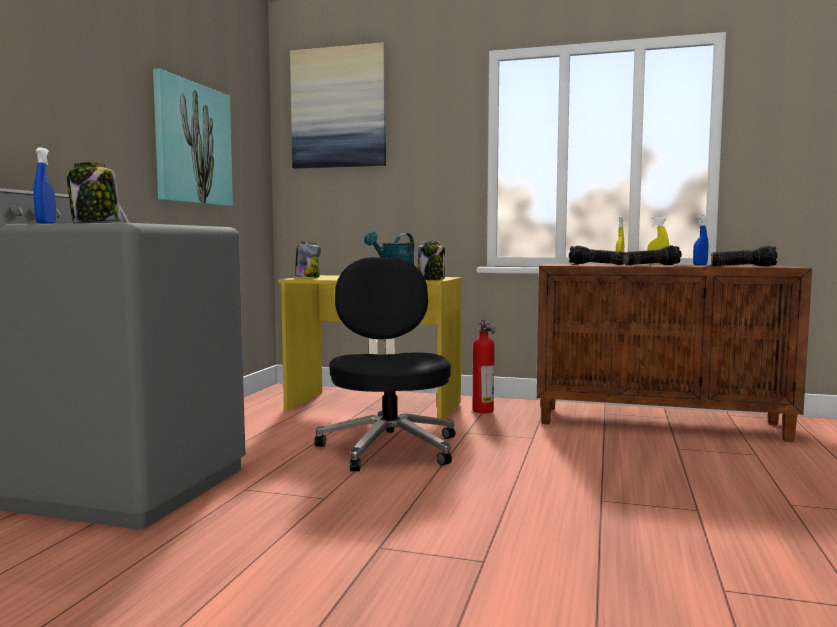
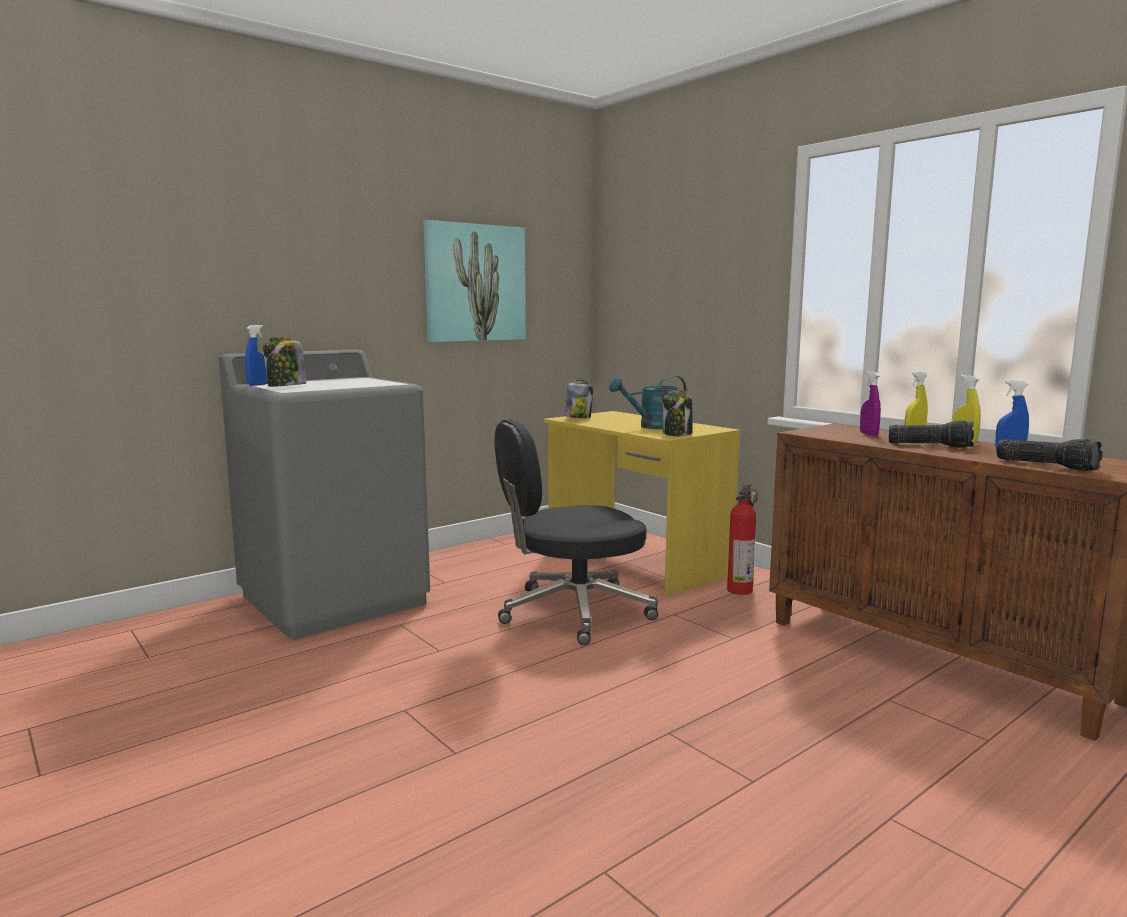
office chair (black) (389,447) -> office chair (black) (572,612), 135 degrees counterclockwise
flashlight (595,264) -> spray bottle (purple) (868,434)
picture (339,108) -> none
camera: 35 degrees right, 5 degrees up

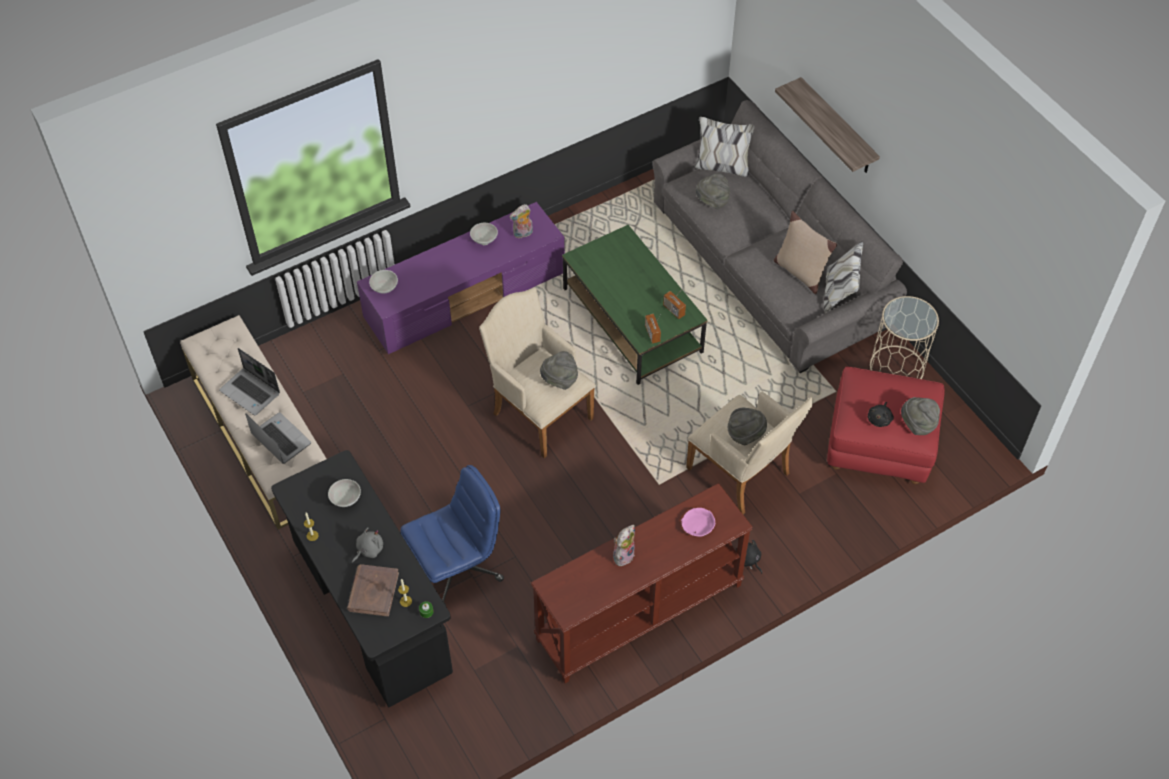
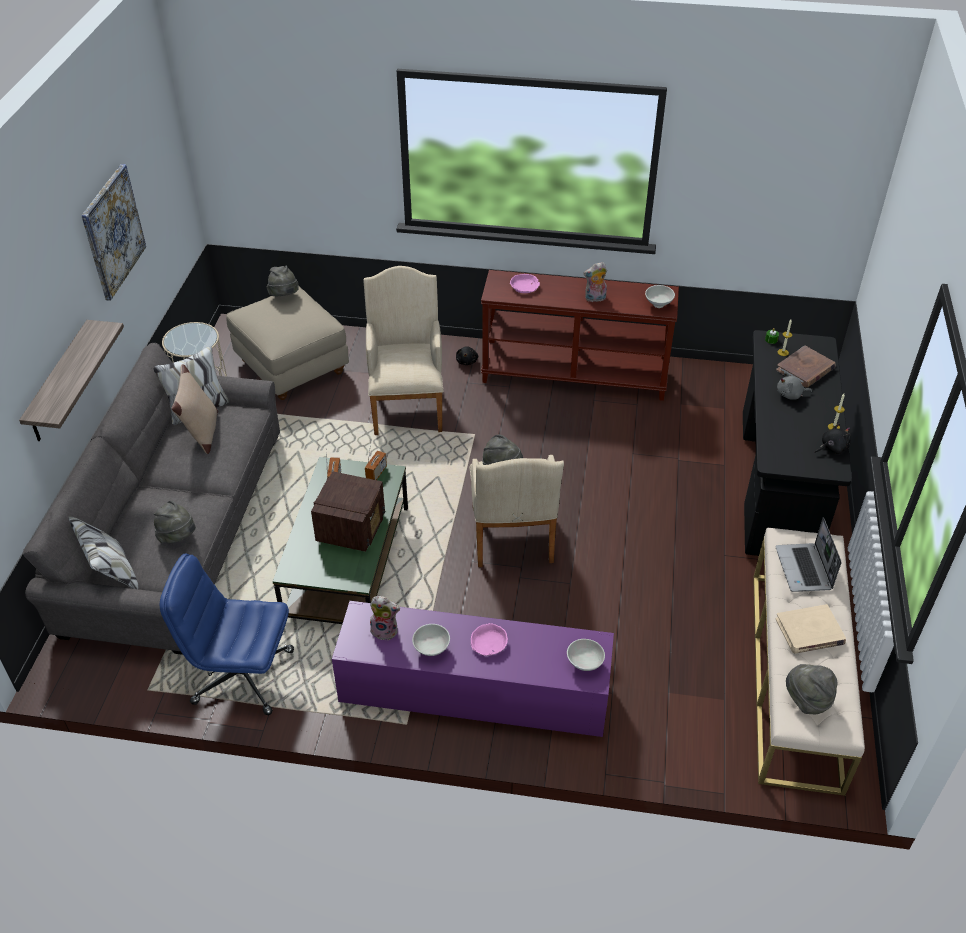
none -> picture (113,231)
office chair (blue) (457,568) -> office chair (blue) (242,676), relocated
ottoman (red) (879,446) -> ottoman (beige) (291,367)
none -> radio (352,528)
none -> bowl (pink) (488,644)
bowl (white) (345,500) -> bowl (white) (659,305), relocated
laptop (251,392) -> book (beige) (809,632)
hat (grey) (745,434) -> hat (grey) (807,700), relocated
plush toy (black) (879,419) -> plush toy (black) (832,448), relocated
camera: 140 degrees left, 10 degrees down

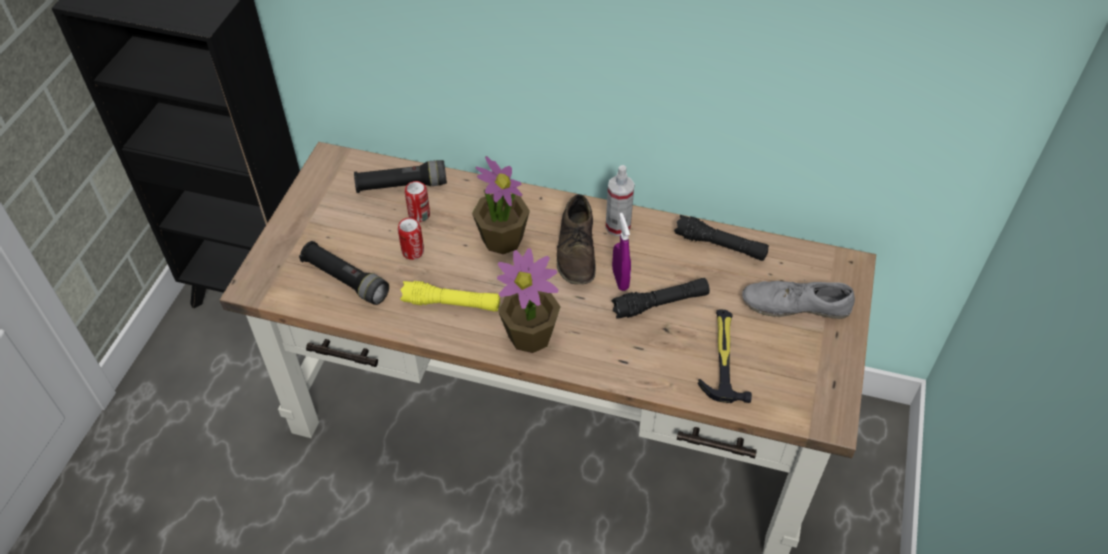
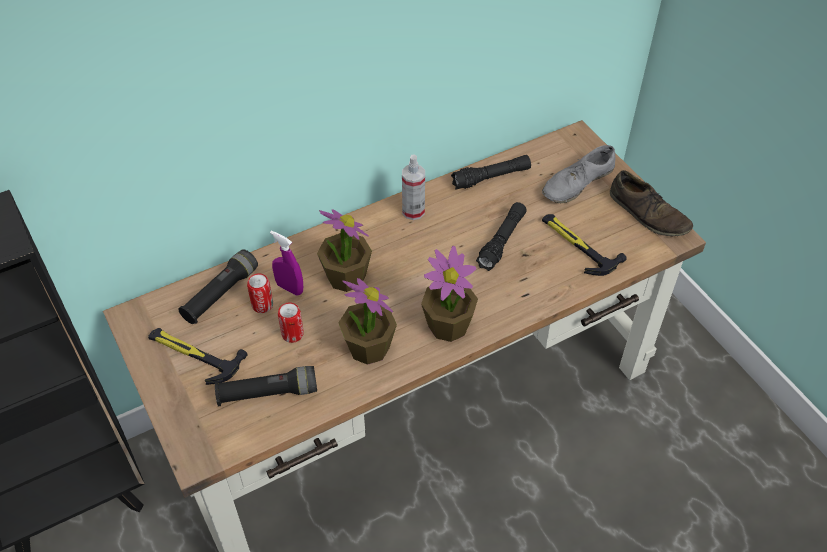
none -> hammer (193,354)
spray bottle (purple) (620,279) -> spray bottle (purple) (289,288), relocated
flashlight (yellow) (451,304) -> potted plant (368,347)
shoe (brown) (577,250) -> shoe (brown) (648,213), relocated
camera: 45 degrees left, 0 degrees up

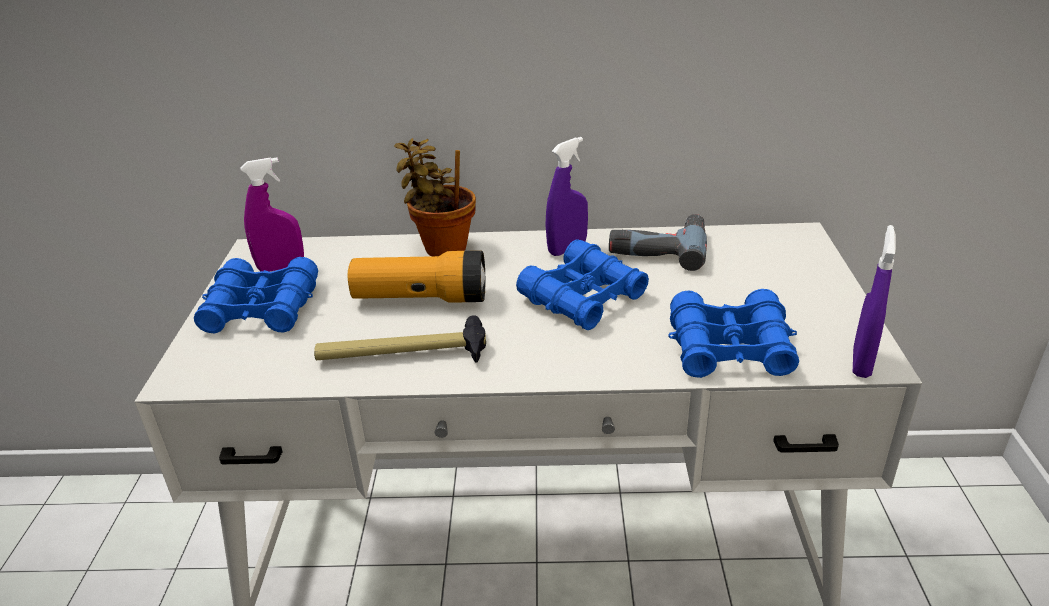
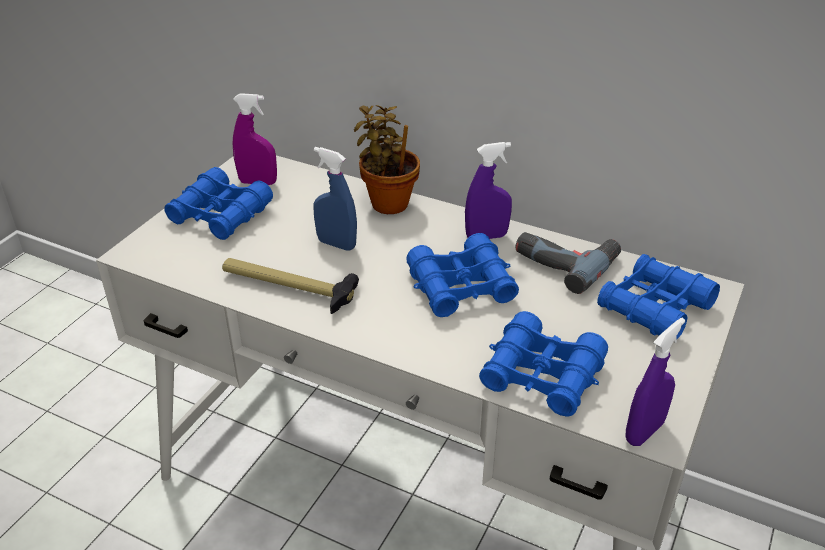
flashlight (421,299) -> spray bottle (blue) (336,244)
none -> binoculars (blue) (654,307)
camera: 25 degrees right, 5 degrees up

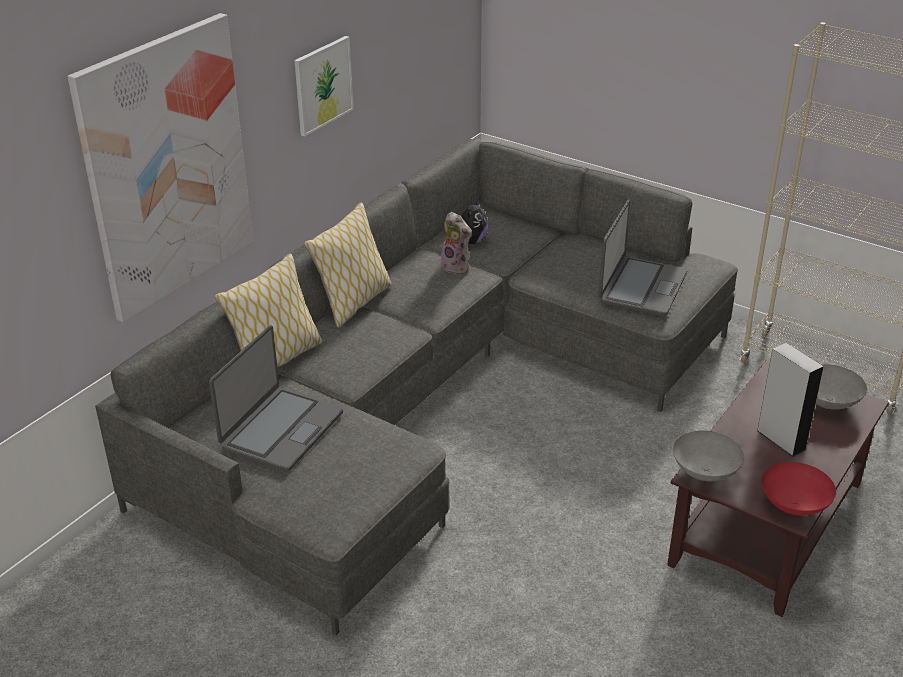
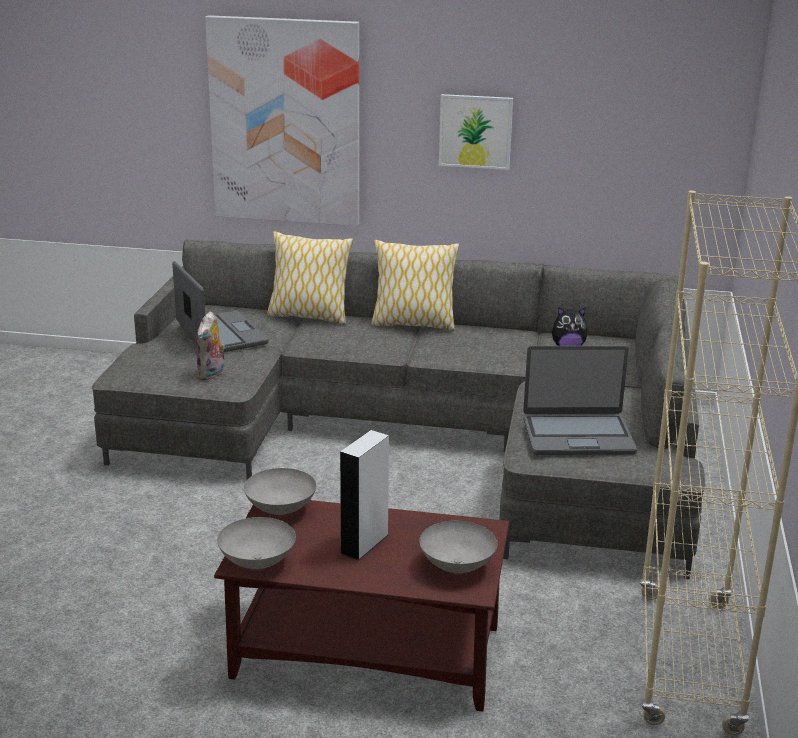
laptop (281,430) -> laptop (220,335), 120 degrees counterclockwise
plush toy (457,267) -> plush toy (212,375), relocated
bowl (red) (795,506) -> bowl (grey) (256,563)
camera: 65 degrees right, 10 degrees down

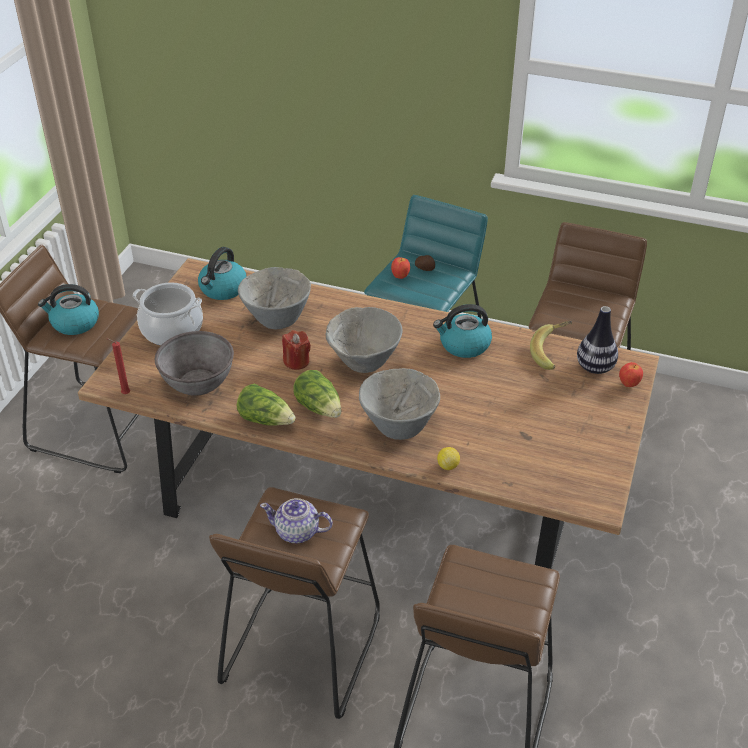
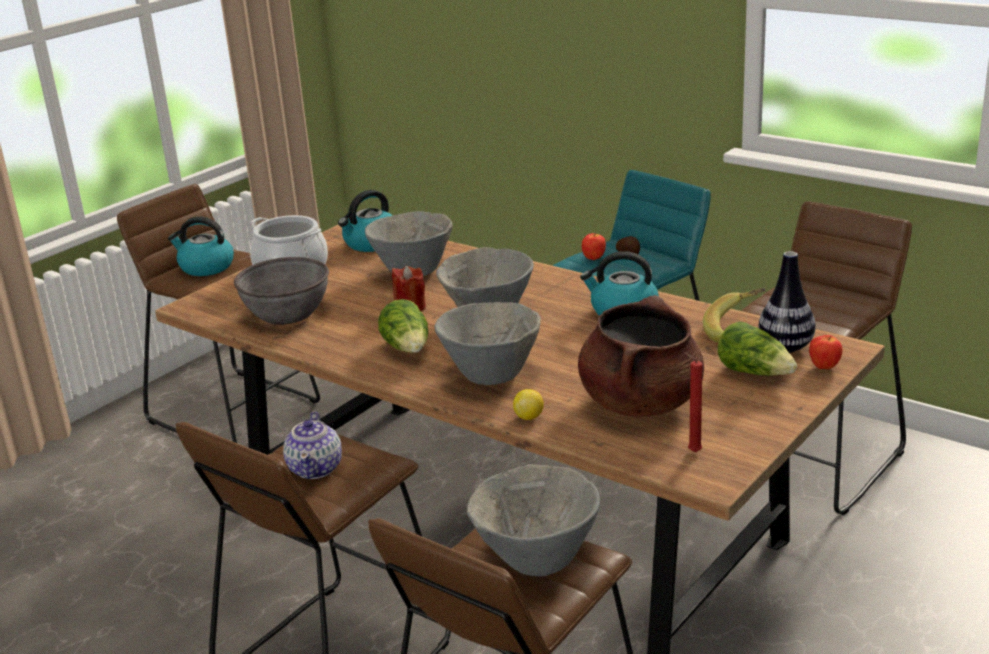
teapot (297,532) -> teapot (316,468), 120 degrees counterclockwise
none -> bowl (grey) (536,560)
none -> cooking pot (brown) (640,402)
candle (red) (124,394) -> candle (red) (692,452), relocated
lettuce (266,419) -> lettuce (755,373), relocated
camera: 20 degrees right, 15 degrees down

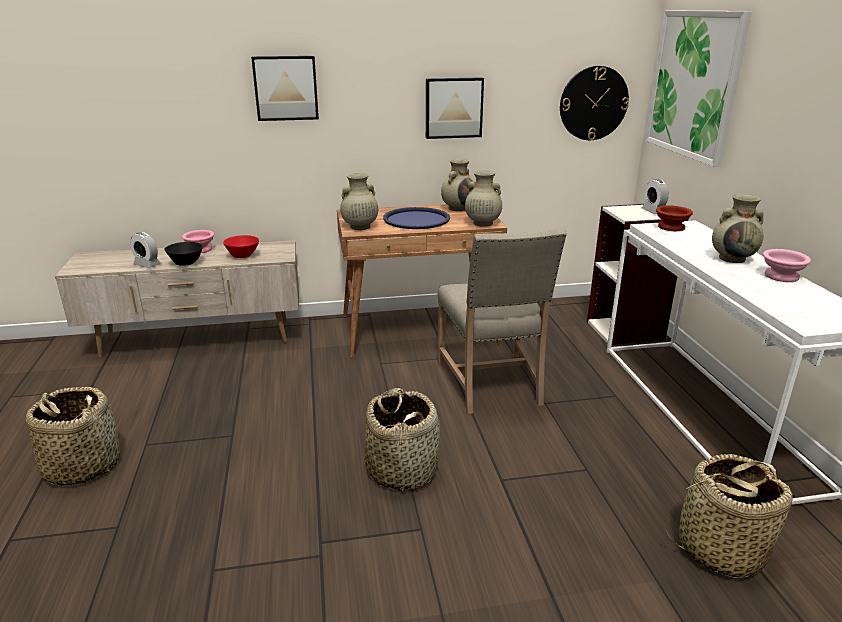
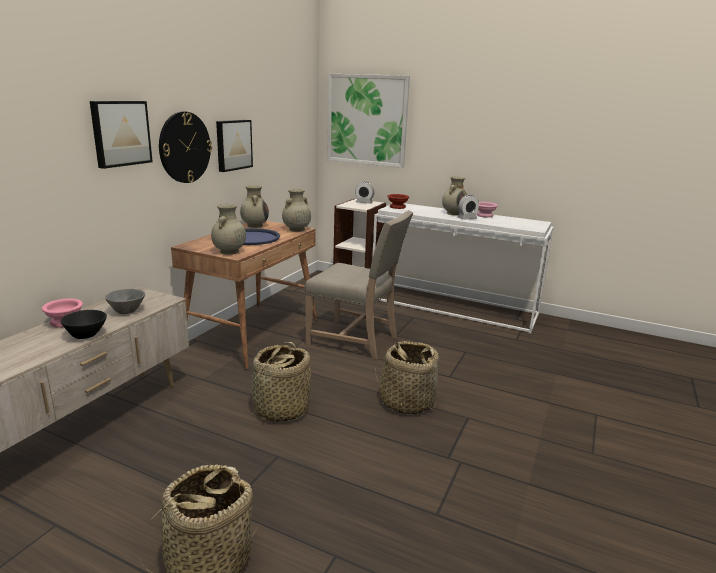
bowl (red) (243,256) -> bowl (grey) (128,310)
wall clock (593,103) -> wall clock (184,147), relocated
basket (720,548) -> basket (280,409), relocated
alarm clock (147,264) -> alarm clock (467,218), relocated
camera: 55 degrees left, 5 degrees down

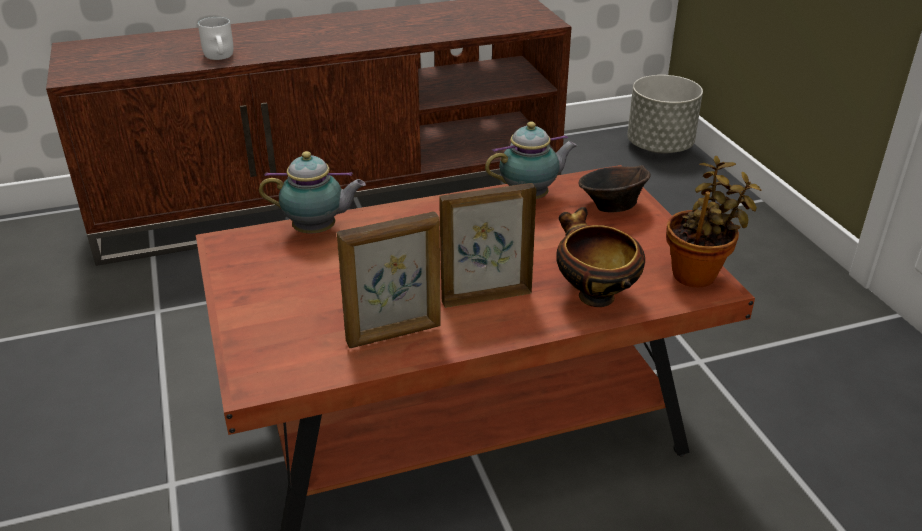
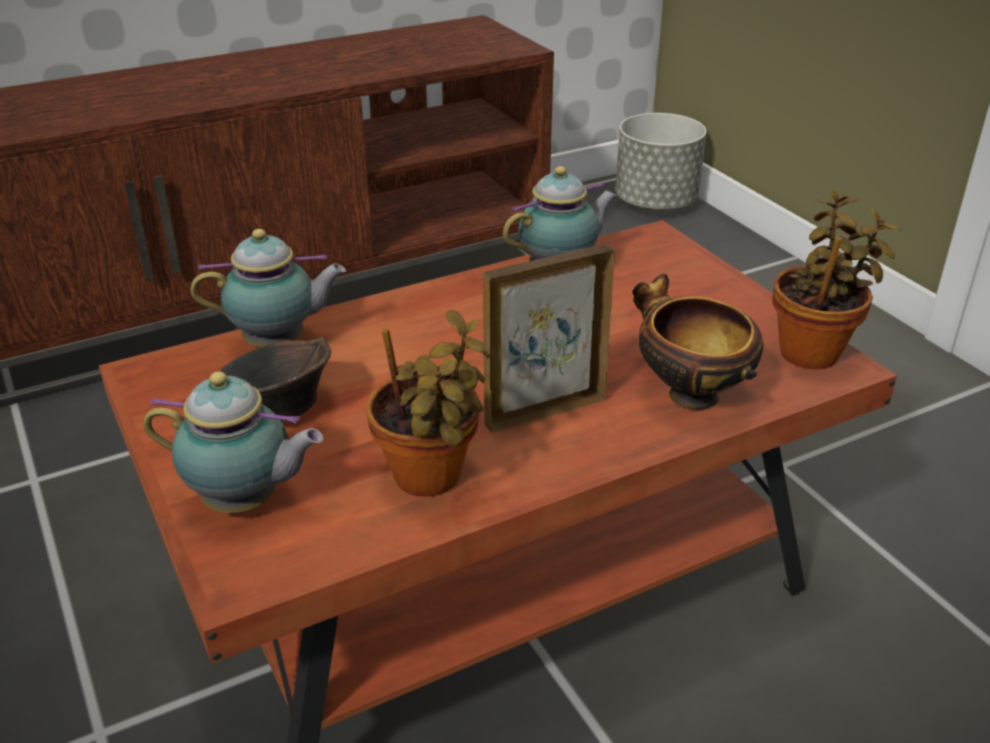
none -> teapot (245,502)
bowl (brown) (611,207) -> bowl (brown) (278,410), relocated
picture frame (394,334) -> potted plant (431,480)
mug (white) (222,56) -> none
camera: 10 degrees left, 0 degrees up

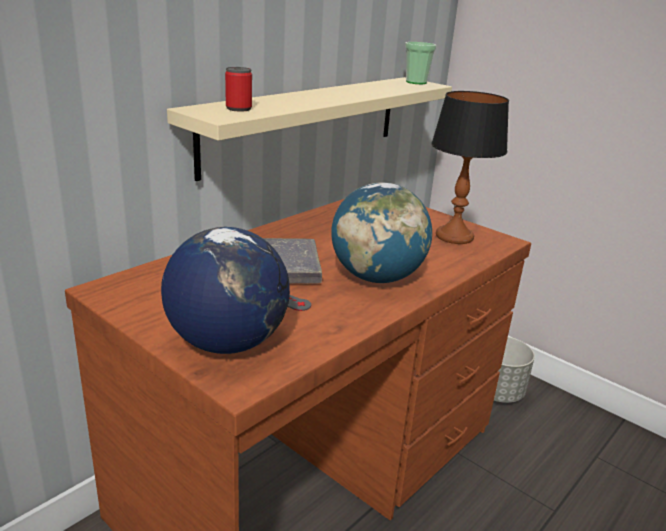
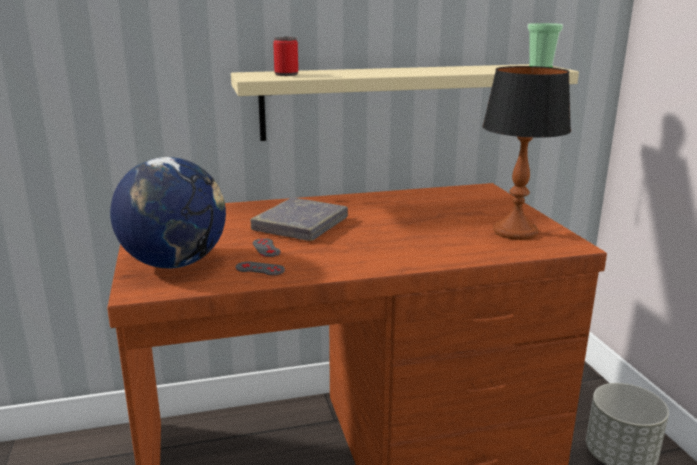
none -> game controller (grey) (260,269)
globe (377,277) -> none
camera: 35 degrees right, 5 degrees down

